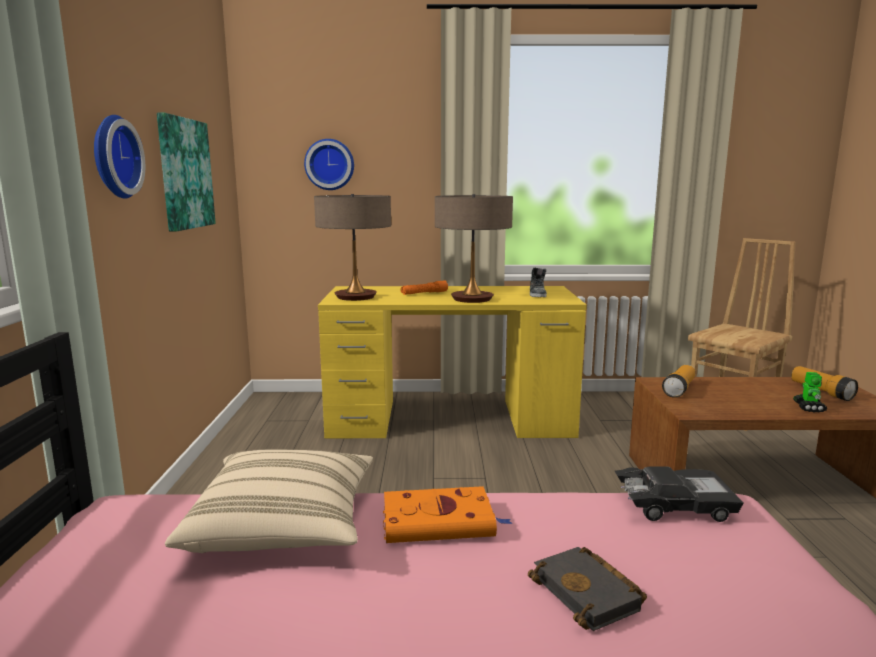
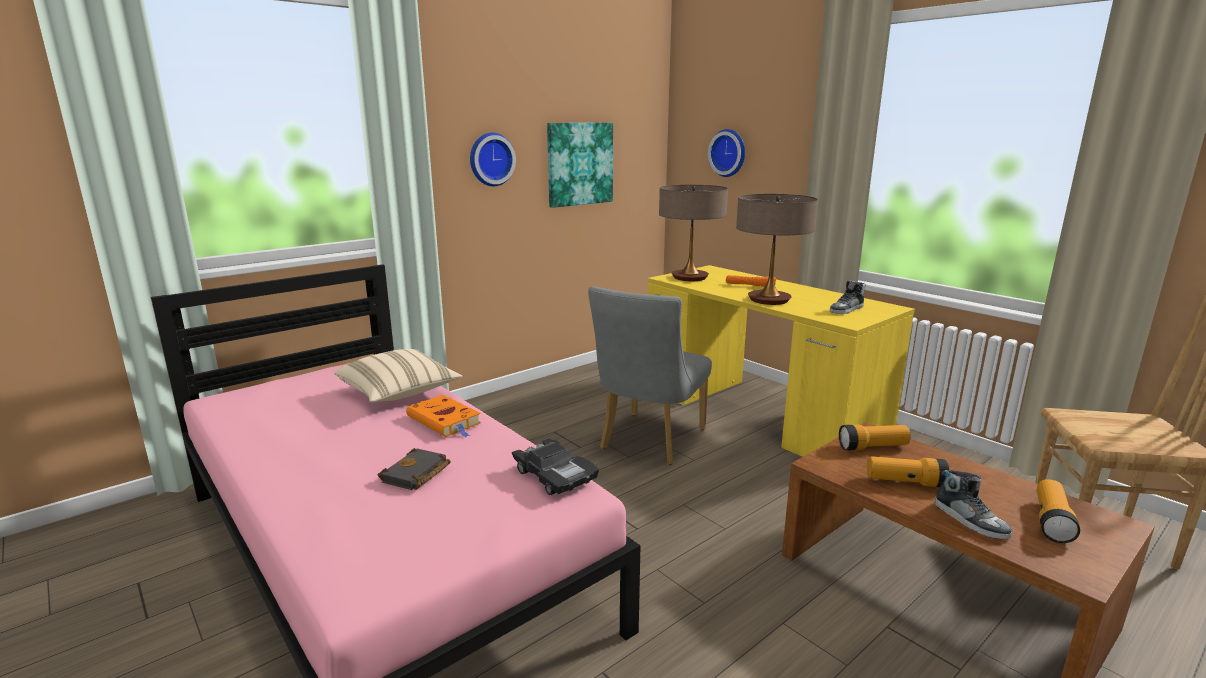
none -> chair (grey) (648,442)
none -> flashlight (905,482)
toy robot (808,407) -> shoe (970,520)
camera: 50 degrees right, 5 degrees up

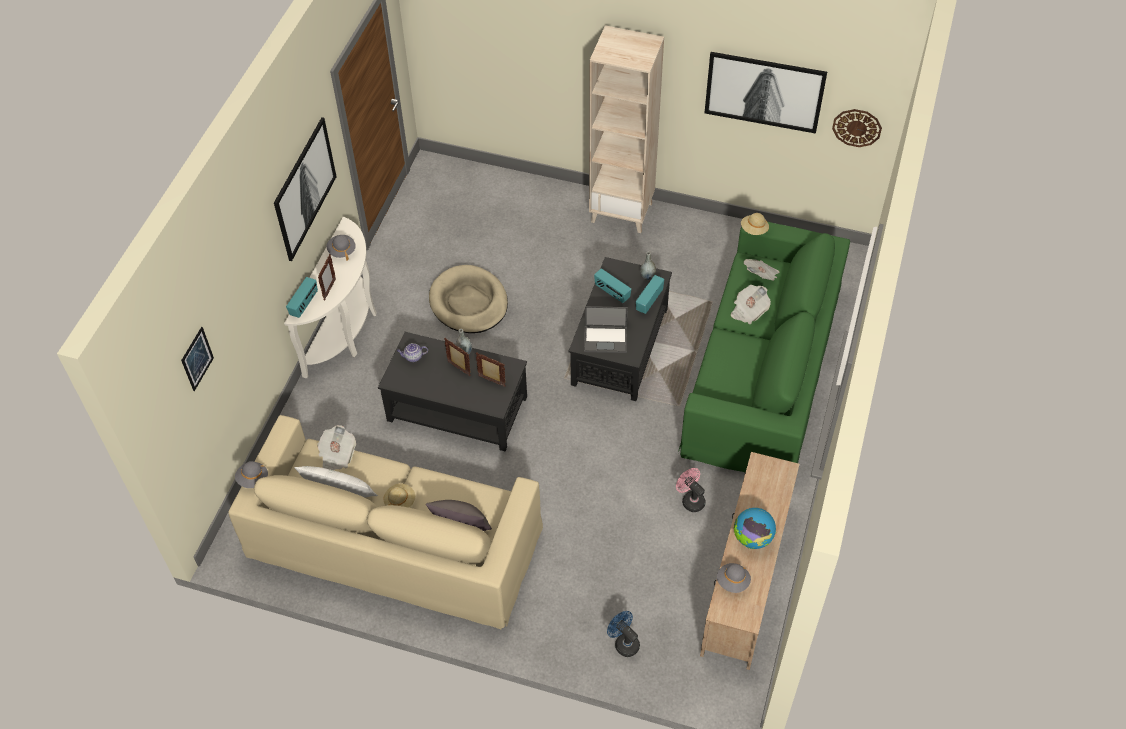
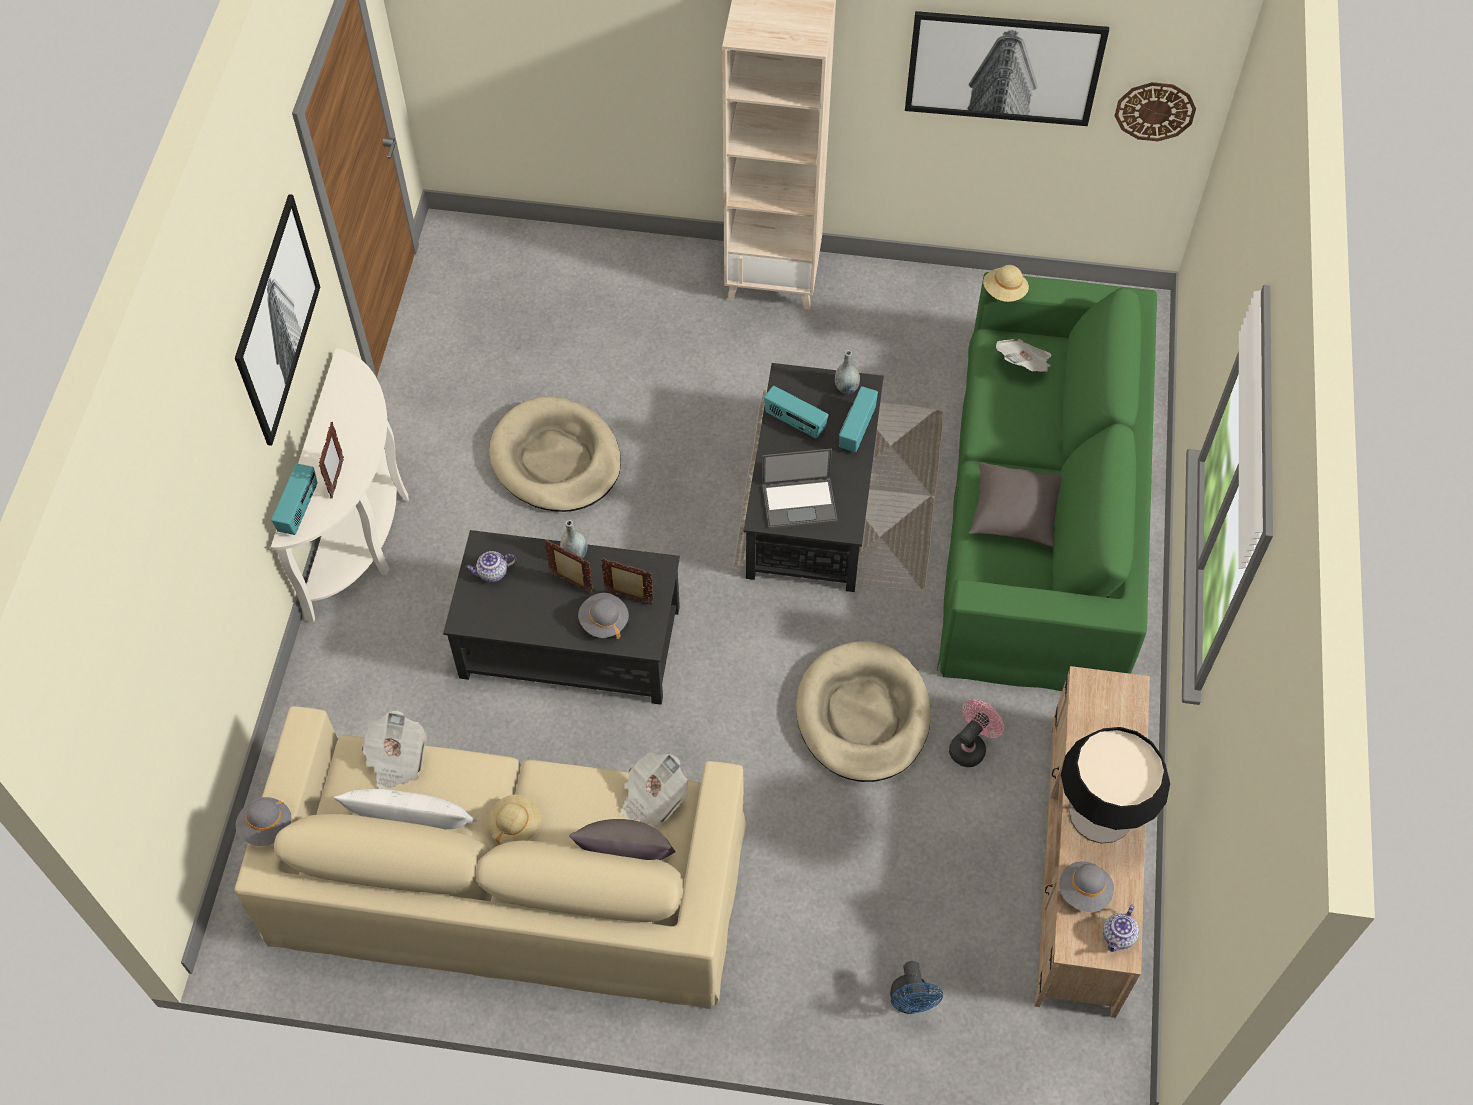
hat (grey) (341,251) -> hat (grey) (604,621), relocated
newspaper (748,311) -> newspaper (653,798), relocated
none -> dog bed (beige) (862,715)
fan (blue) (624,643) -> fan (blue) (910,1002), 135 degrees counterclockwise
fan (pink) (690,500) -> fan (pink) (971,746), 90 degrees clockwise
none -> pillow (grey) (1013,514)
globe (752,538) -> table lamp (1101,813)
none -> teapot (1118,936)
picture (197,358) -> none
camera: 10 degrees left, 5 degrees up

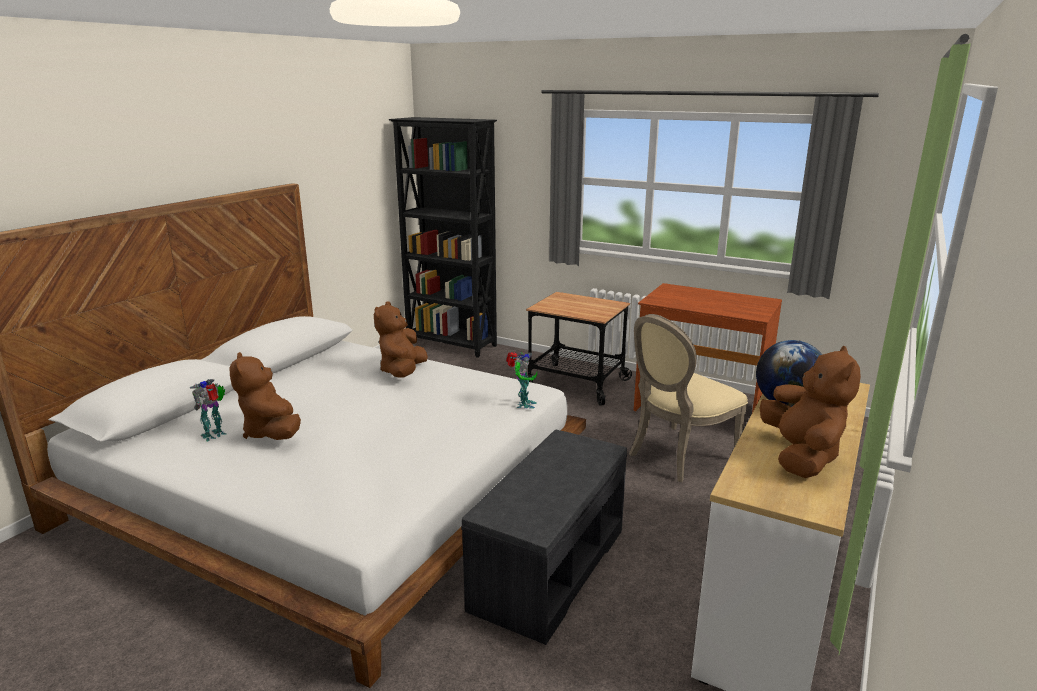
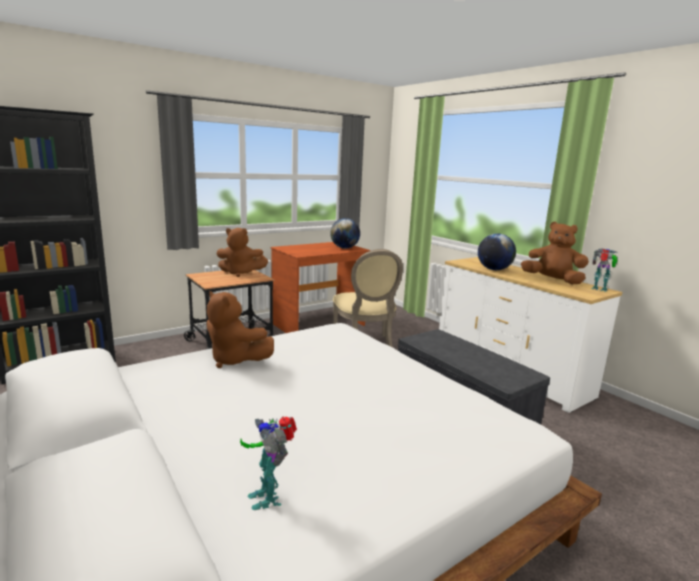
plush toy (brown) (272,433) -> plush toy (brown) (240,273), relocated
none -> globe (344,248)
toy robot (523,404) -> toy robot (600,289), relocated
camera: 65 degrees left, 5 degrees down

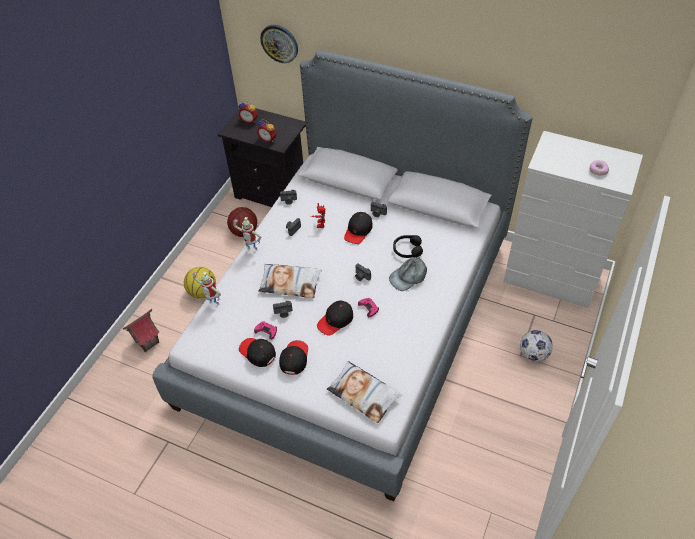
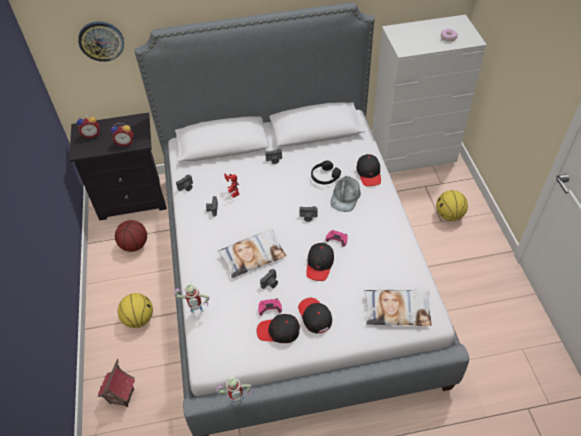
toy robot (251,250) -> toy robot (237,402), relocated
cap (black) (358,231) -> cap (black) (369,173), relocated
football (533,354) -> basketball (449,215)
camera: 35 degrees left, 0 degrees up

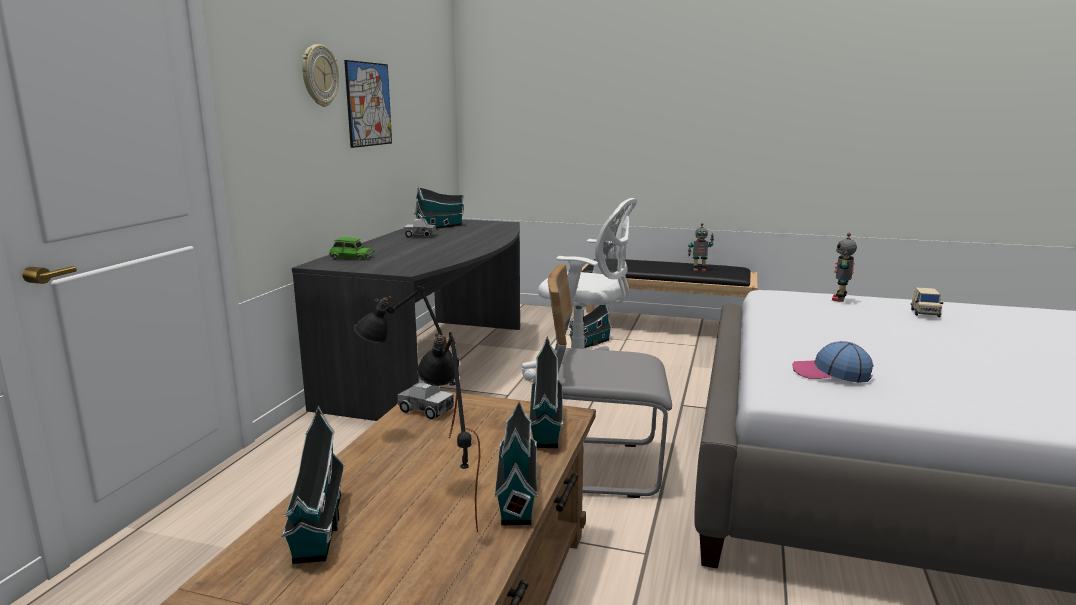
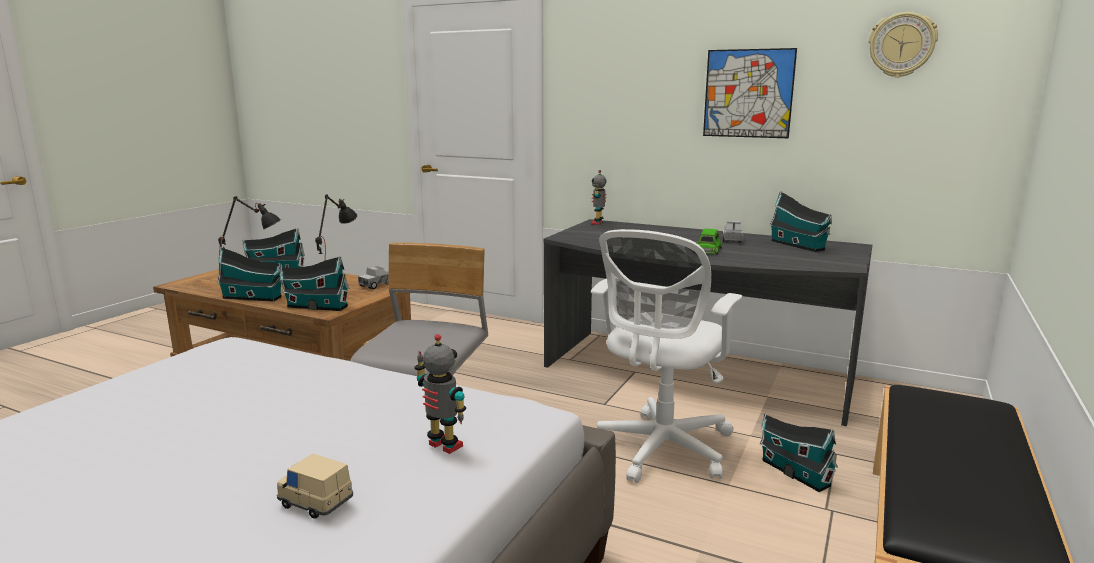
toy robot (699,270) -> toy robot (598,223), relocated
toy car (green) (351,257) -> toy car (green) (707,250), relocated
wall clock (319,75) -> wall clock (901,45), relocated
cap (830,373) -> none
camera: 100 degrees right, 0 degrees up

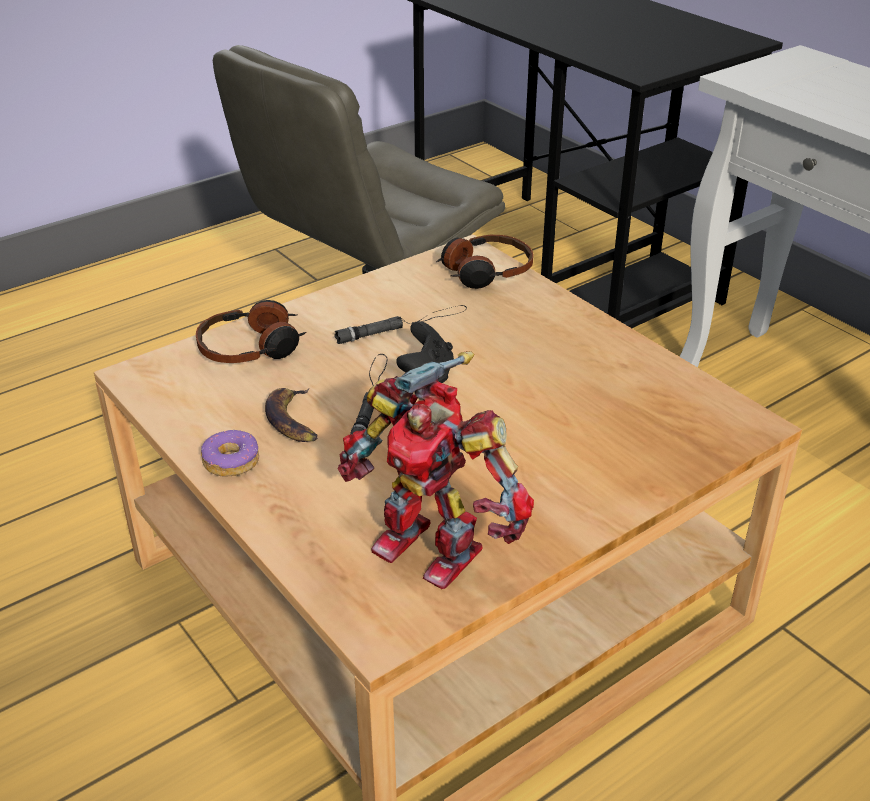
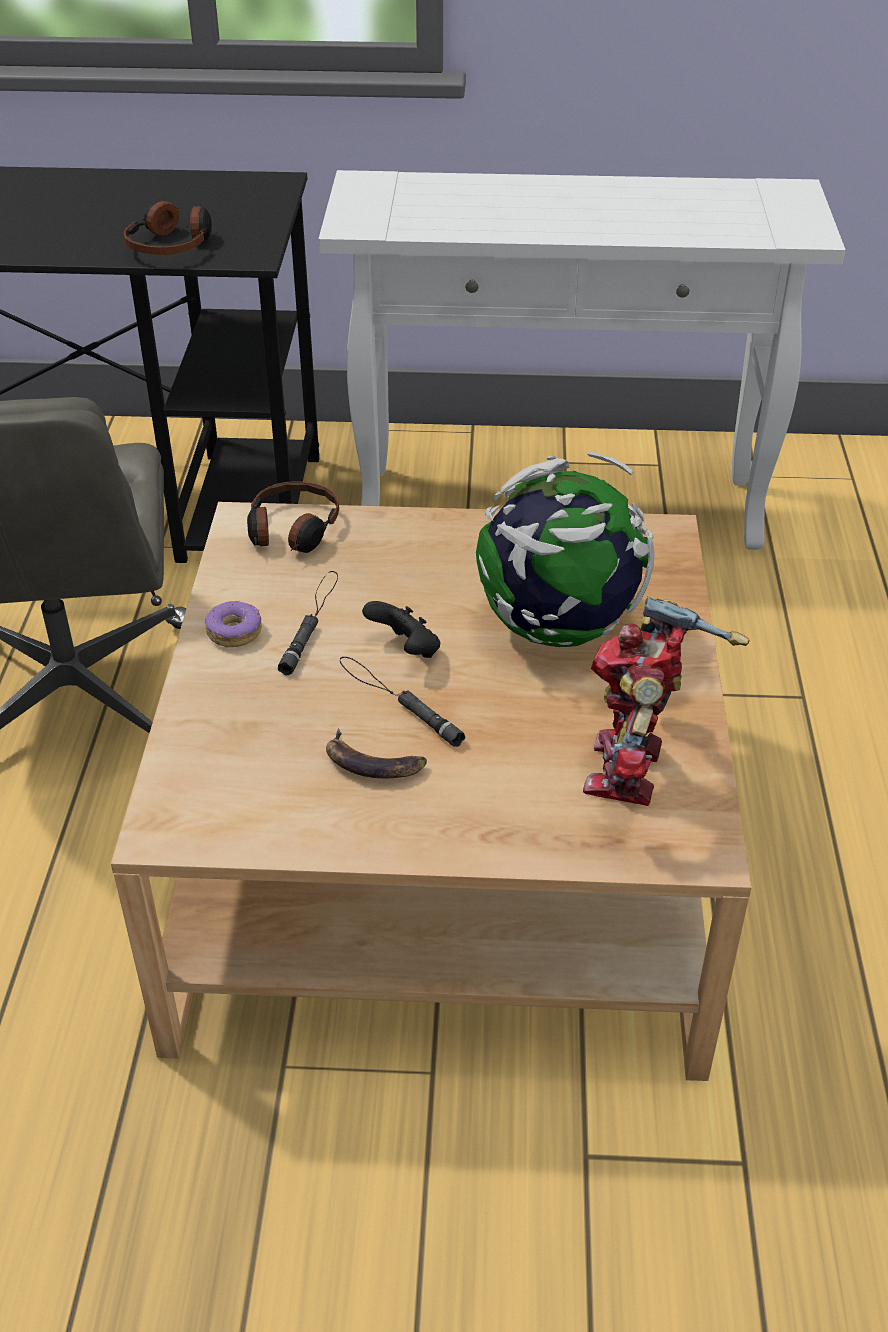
headphones (252,348) -> headphones (172,245), relocated
donut (231,461) -> donut (234,632), relocated
none -> globe (557,629)
toy robot (431,546) -> toy robot (632,770), 120 degrees clockwise
camera: 50 degrees left, 5 degrees up

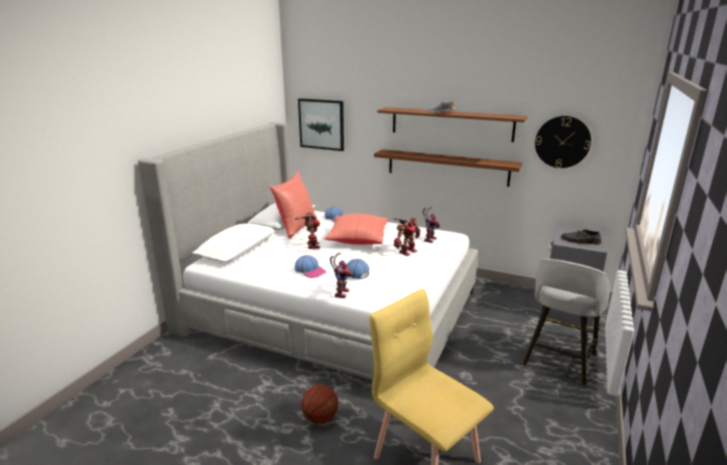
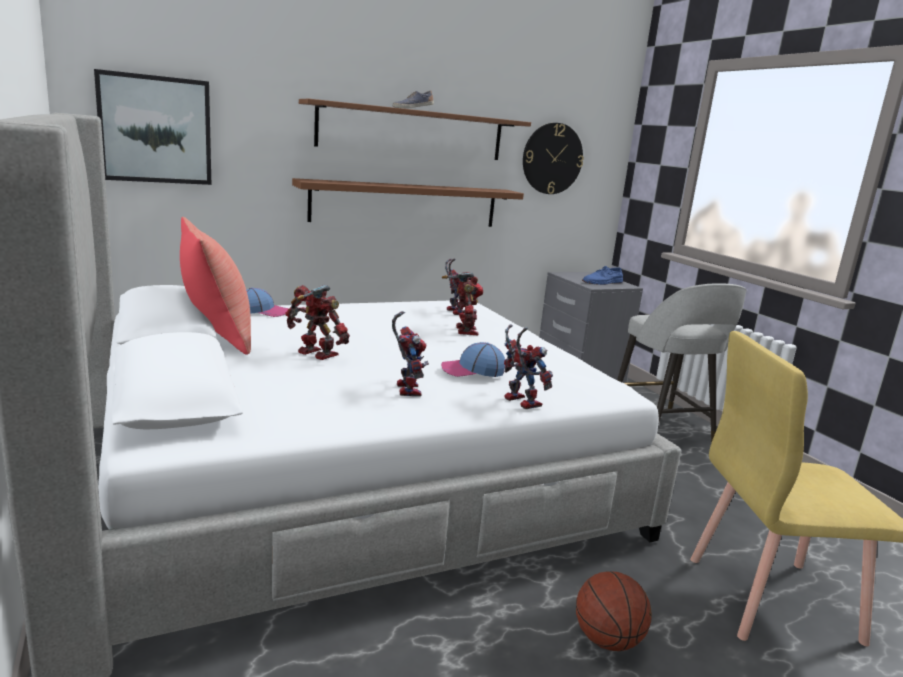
cap (310,271) -> toy robot (405,388)
shoe (grey) (580,241) -> shoe (blue) (602,282)
pillow (red) (357,240) -> none
camera: 50 degrees left, 5 degrees down

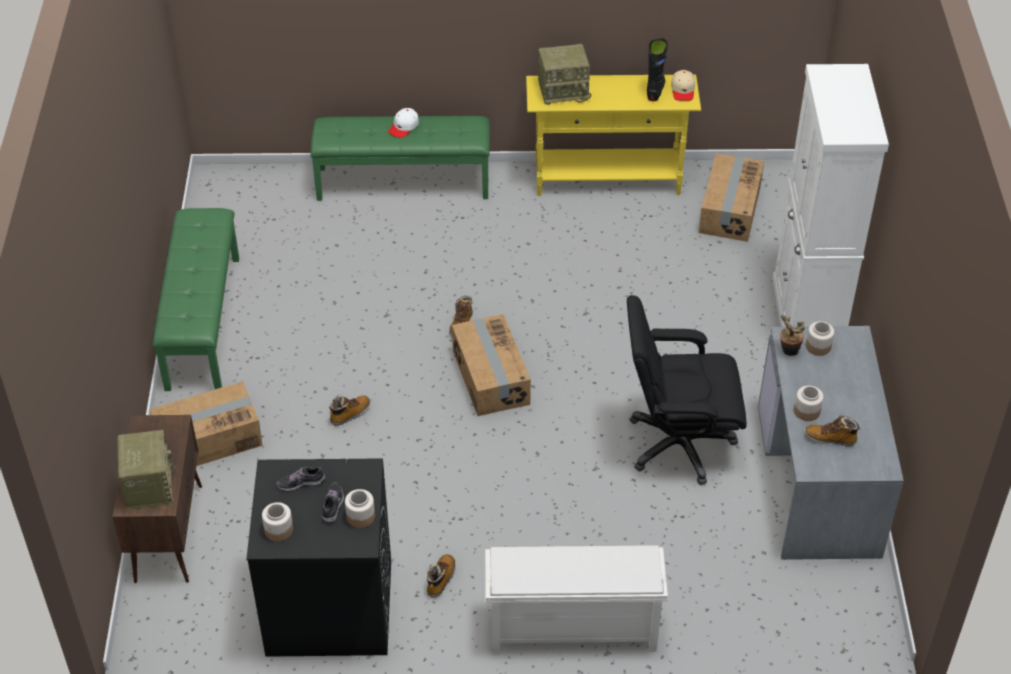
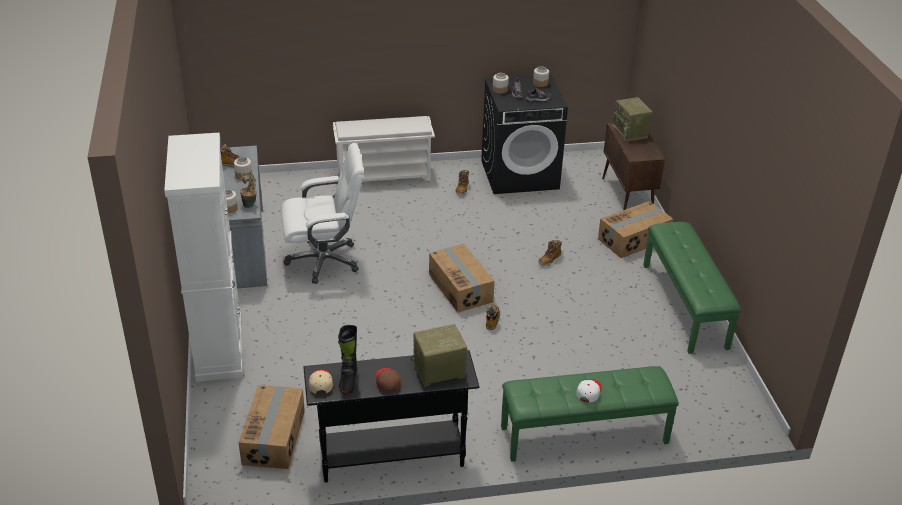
office chair (black) (678,444) -> office chair (white) (324,260)
console table (yellow) (608,180) -> console table (black) (391,457)
none -> cap (brown) (387,381)
camera: 170 degrees right, 10 degrees down

